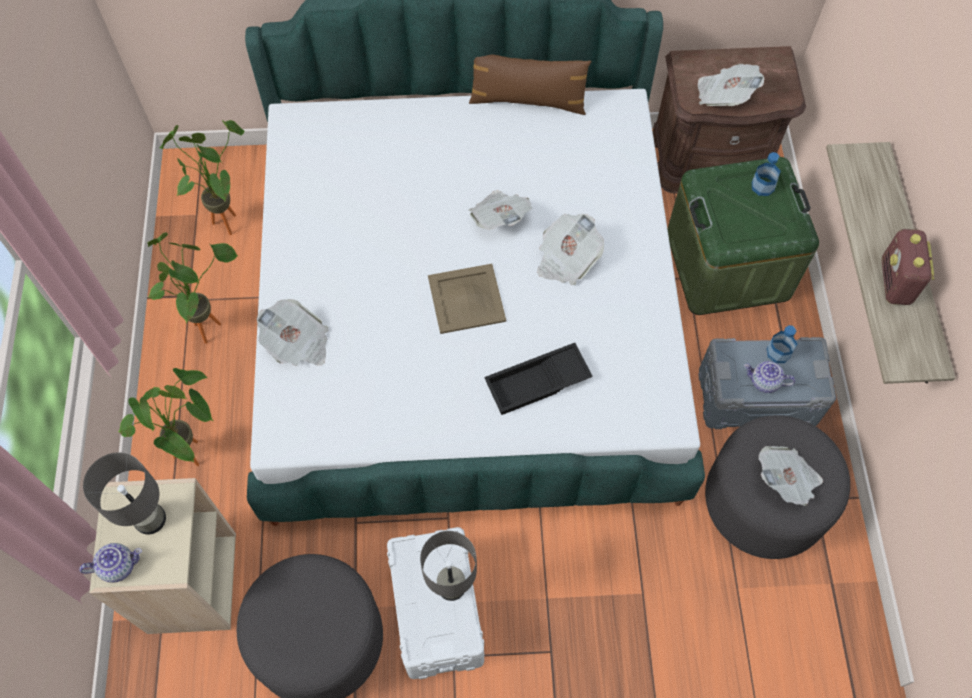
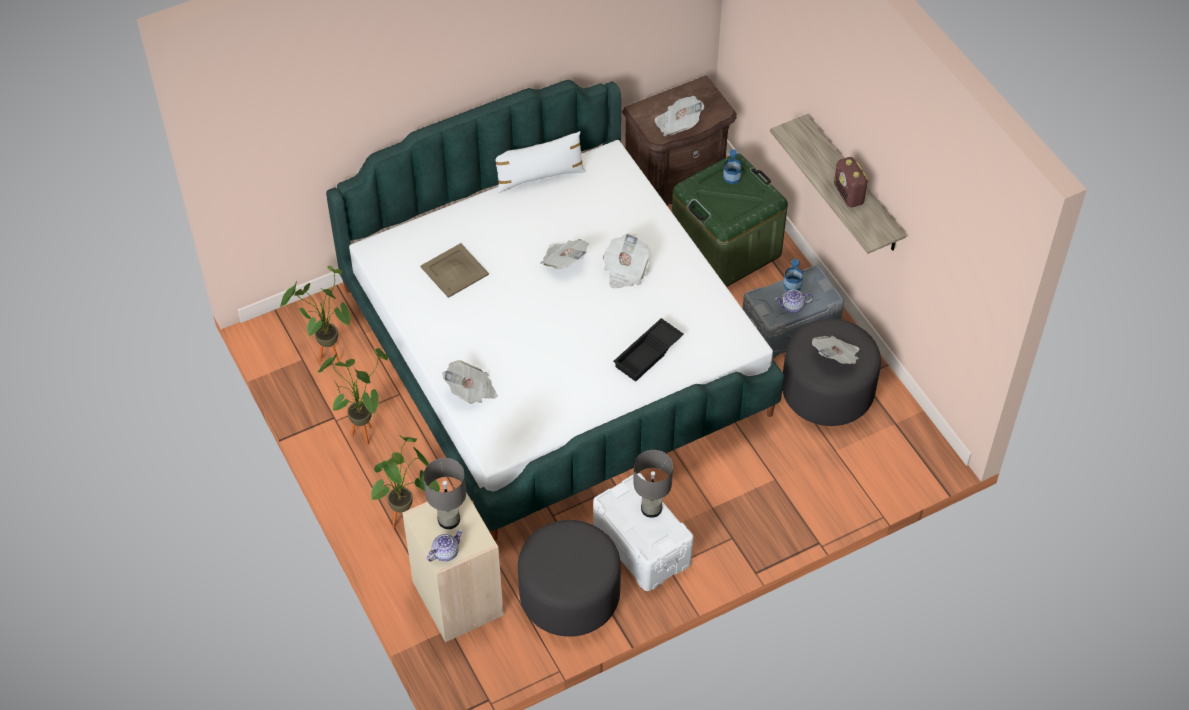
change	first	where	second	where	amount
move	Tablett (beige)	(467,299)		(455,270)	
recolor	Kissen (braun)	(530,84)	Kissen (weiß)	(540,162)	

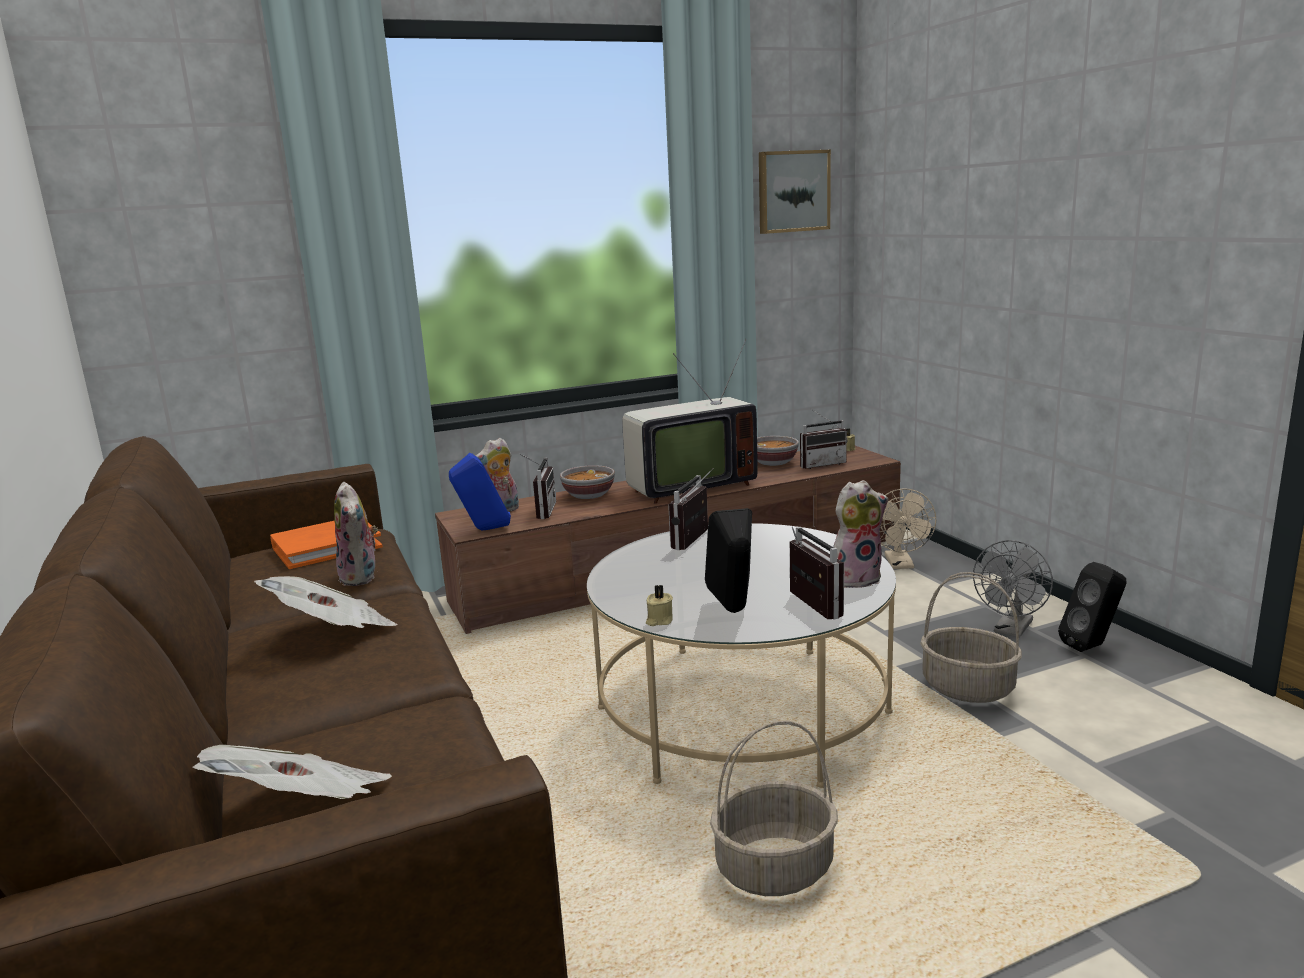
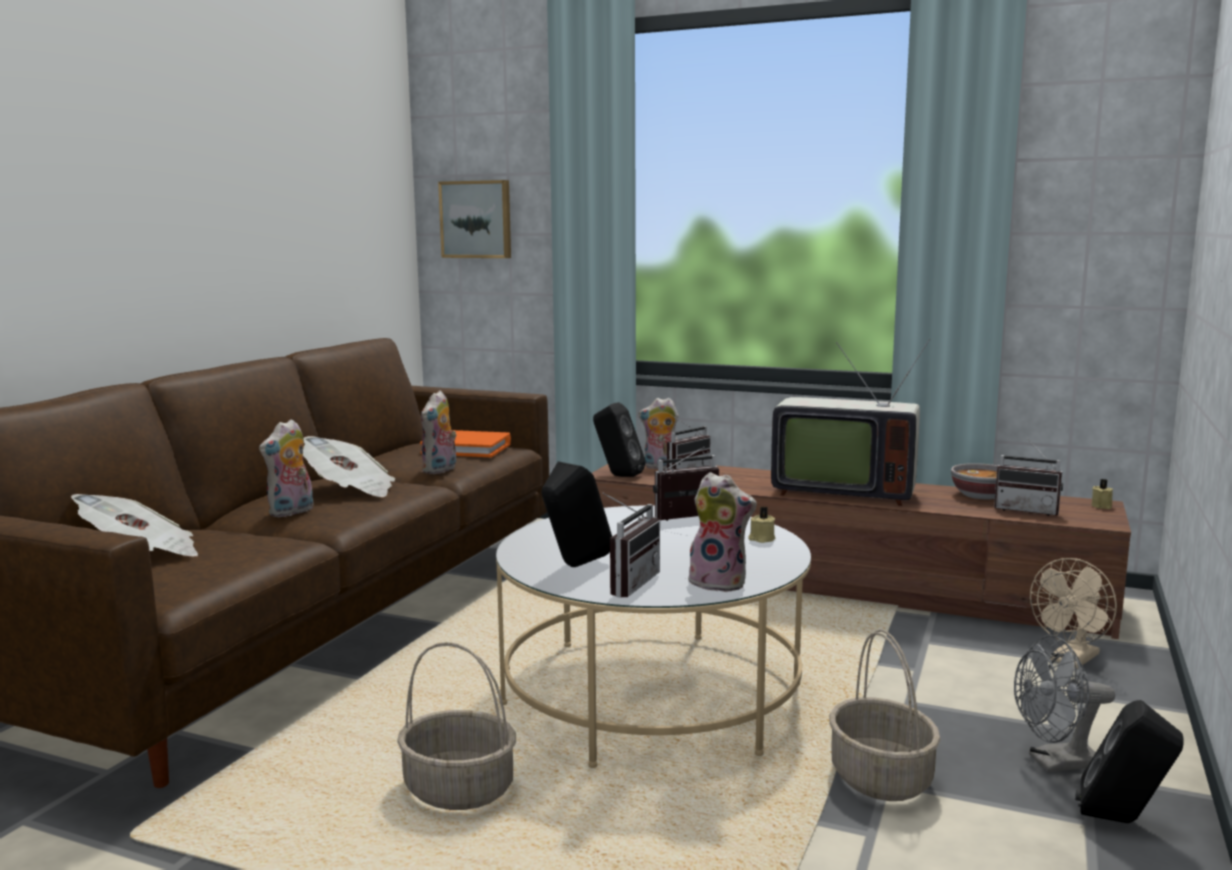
change	first	where	second	where	amount
delete	Schüssel	(587,482)			
insert			Plüschtier	(286,468)	
move	Kerze (beige)	(659,605)		(761,525)	
move	Bild	(795,192)		(474,219)	
recolor	Lautsprecher (blau)	(480,492)	Lautsprecher (schwarz)	(619,439)	

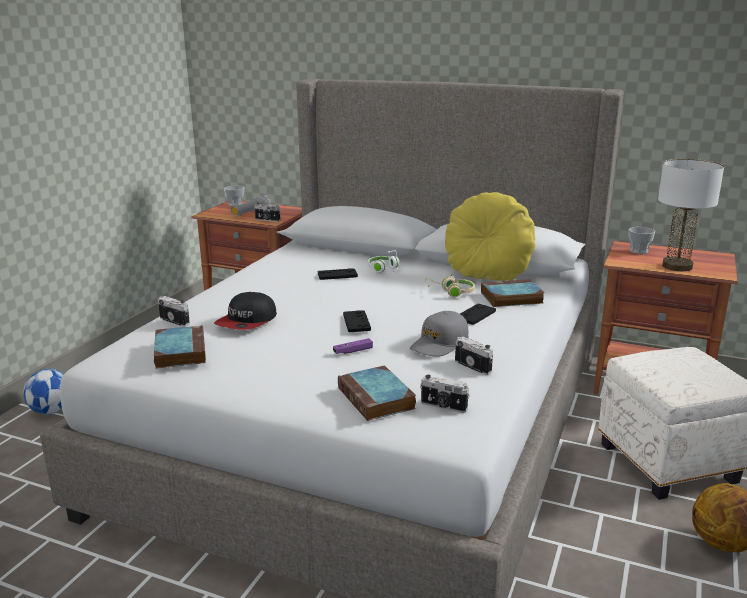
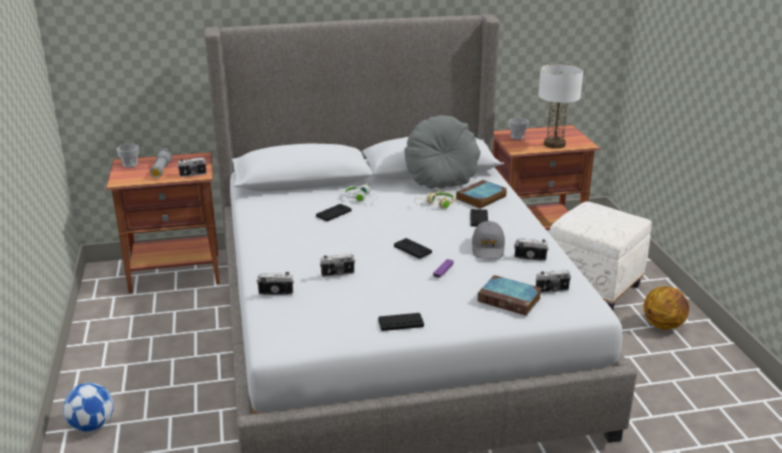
change	first	where	second	where	amount
delete	Buch	(180,347)			
insert			Gamepad (schwarz)	(401,322)	
replace	Kappe	(245,311)	Kamera	(337,265)	
recolor	Kissen (gelb)	(490,236)	Kissen (grau)	(442,152)	

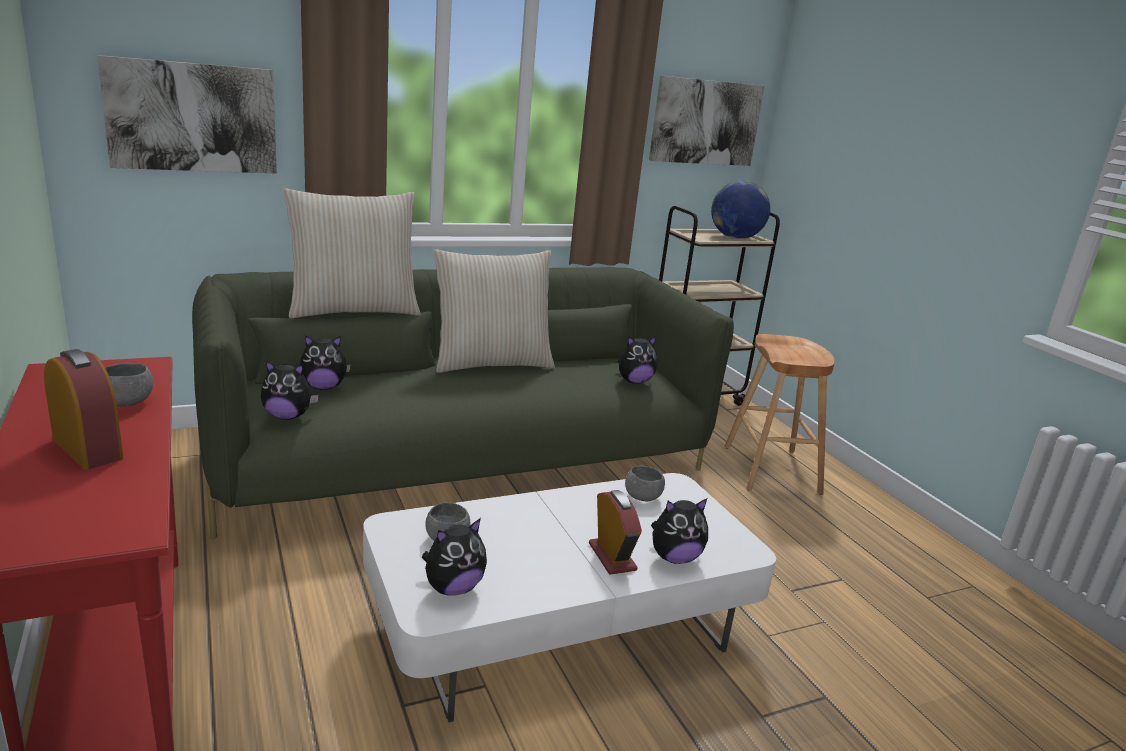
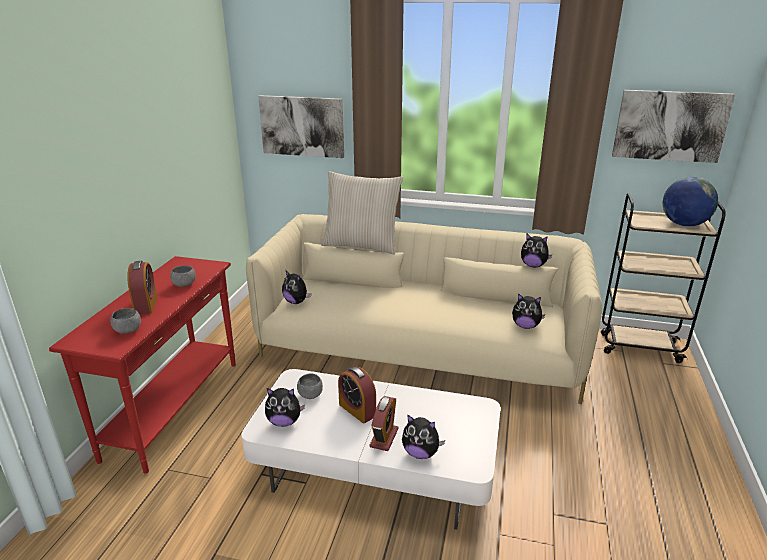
change	first	where	second	where	amount
delete	Kissen (beige)	(494,311)			
delete	Hocker (braun)	(780,414)			
insert			Wecker	(357,395)	
move	Plüschtier	(325,362)		(536,251)	
move	Schüssel (grau)	(645,483)		(125,321)	
recolor	Sofa (grün)	(463,403)	Sofa (beige)	(424,309)	

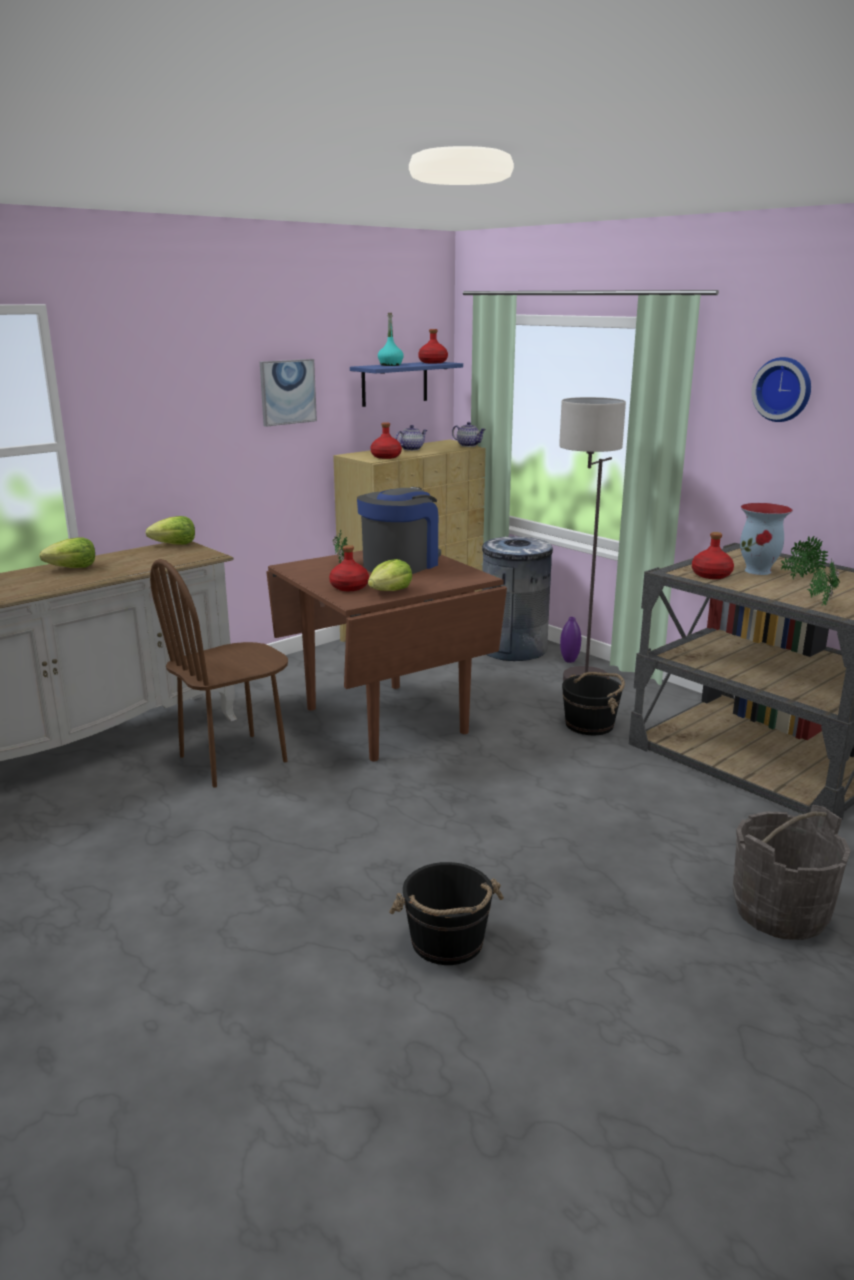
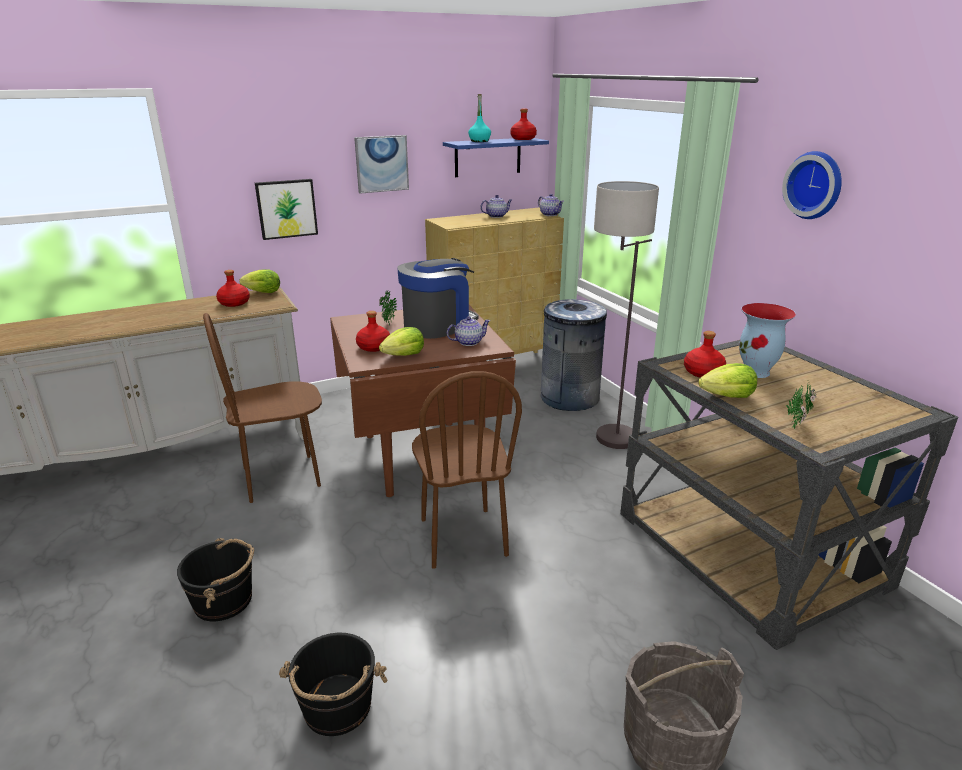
change	first	where	second	where	amount
delete	Vase (lila)	(570,640)			
delete	Topfpflanze	(804,558)			
insert			Bild	(286,209)	
insert			Stuhl (braun)	(467,470)	
insert			Teekanne	(469,331)	
move	Salatkopf	(67,552)		(727,380)	
move	Flasche (rot)	(386,440)		(233,288)	
move	Eimer (schwarz)	(593,703)		(215,579)	

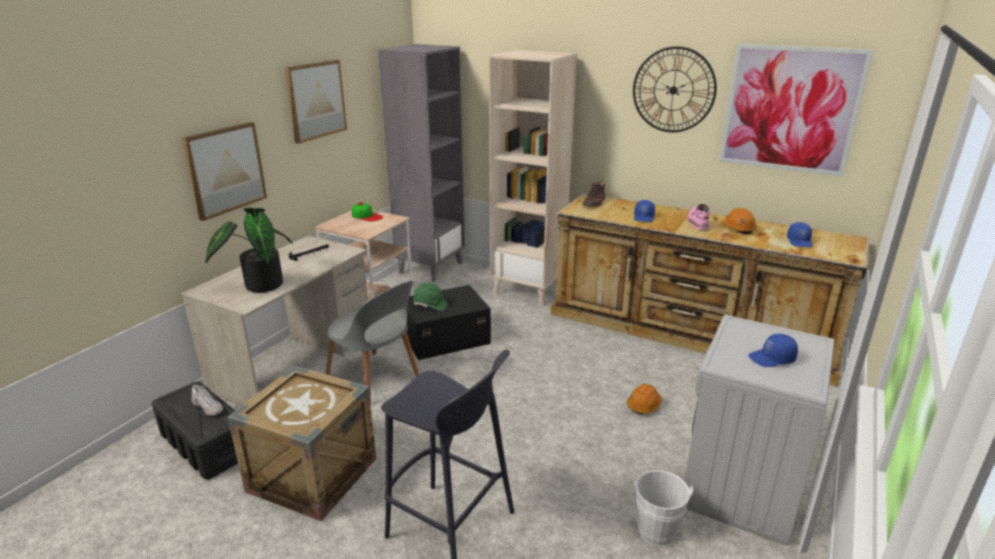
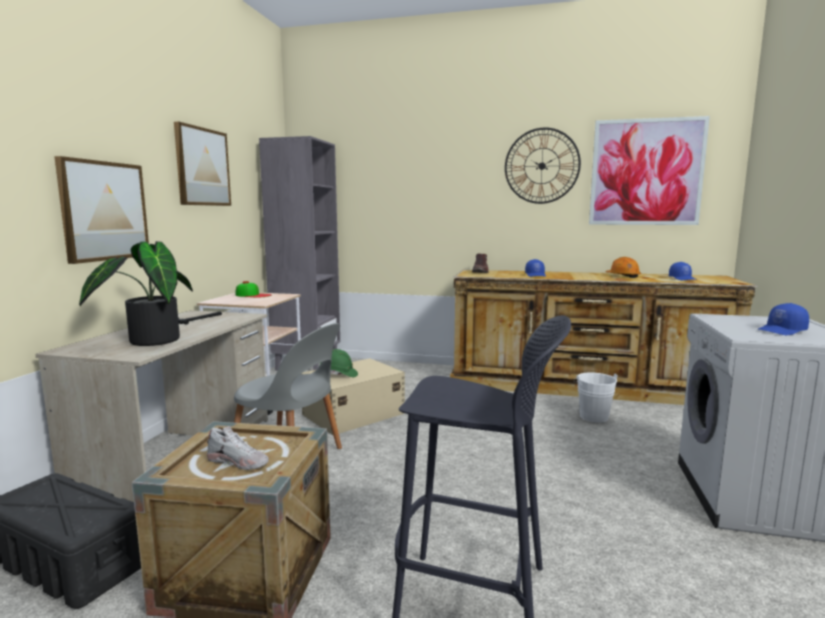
change	first	where	second	where	amount
delete	Bücherregal (beige)	(533,177)			
delete	Schutzhelm (orange)	(644,399)			
delete	Stiefel (rosa)	(698,217)			
move	Schuh (weiß)	(207,400)		(238,448)	
move	Eimer (weiß)	(663,508)		(595,398)	
recolor	Aufbewahrungsbox (schwarz)	(449,322)	Aufbewahrungsbox (beige)	(353,396)	

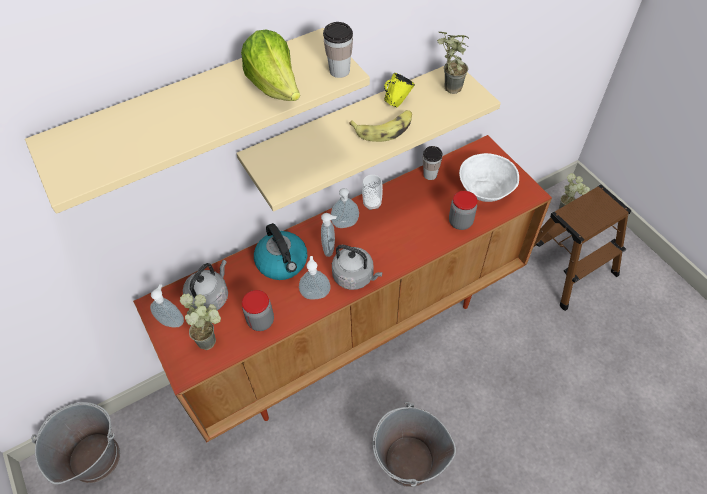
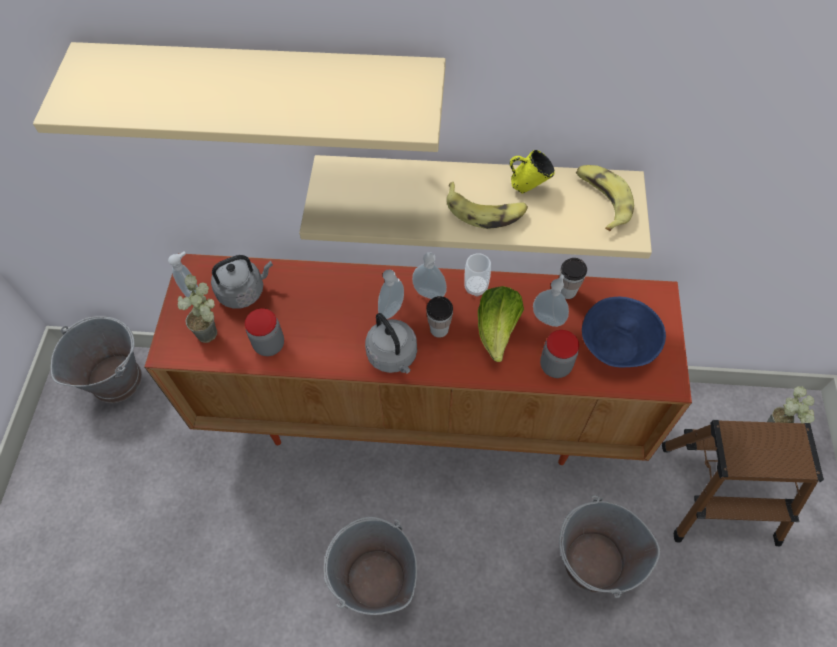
change	first	where	second	where	amount
delete	Wasserkessel	(280,251)			
insert			Eimer (grau)	(609,546)	
move	Salatkopf	(270,65)		(501,324)	
move	Seifenspender	(315,277)		(551,301)	
move	Tasse	(338,50)		(439,317)	
replace	Topfpflanze	(453,63)	Banane	(605,198)	
recolor	Schüssel (weiß)	(489,177)	Schüssel (blau)	(624,332)	

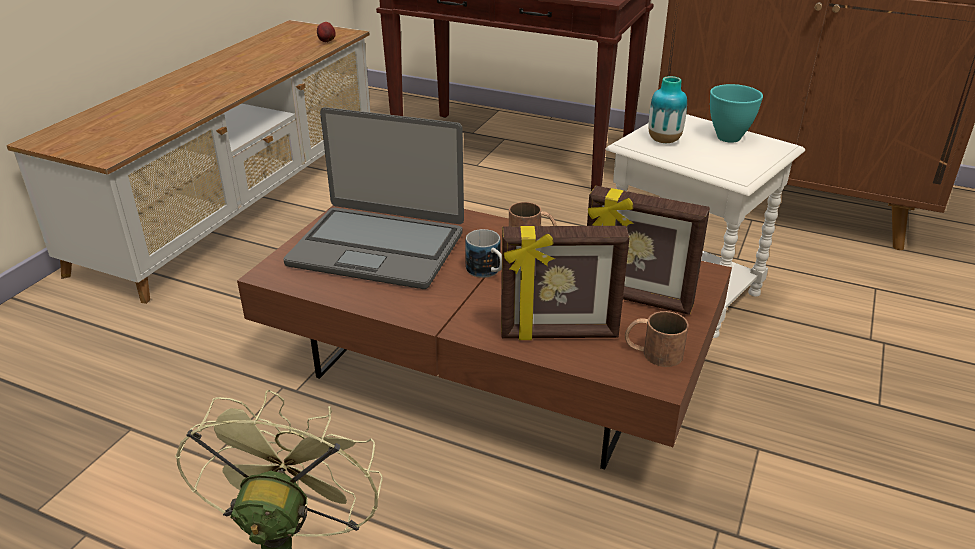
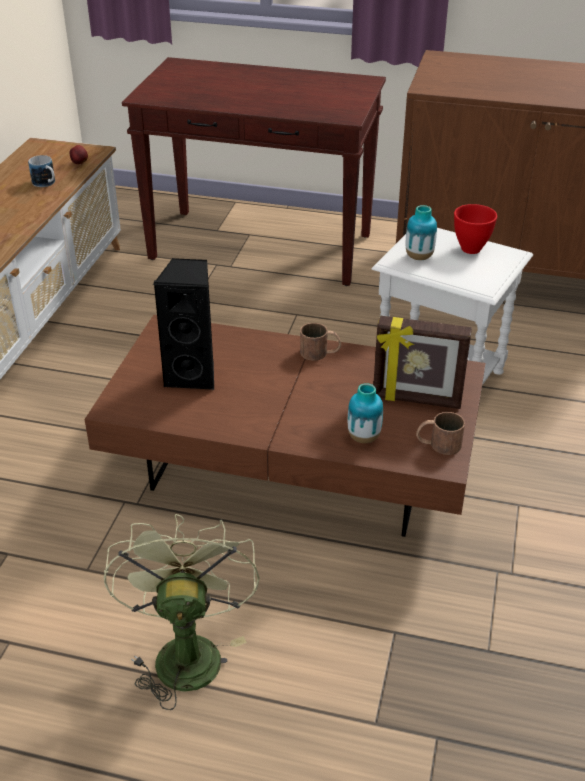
change	first	where	second	where	amount
move	Henkelbecher	(483,253)		(41,171)	
replace	Laptop	(373,198)	Lautsprecher (schwarz)	(183,324)	
replace	Bilderrahmen	(565,283)	Vase	(365,413)	
recolor	Schüssel (türkis)	(736,113)	Schüssel (rot)	(475,229)	

